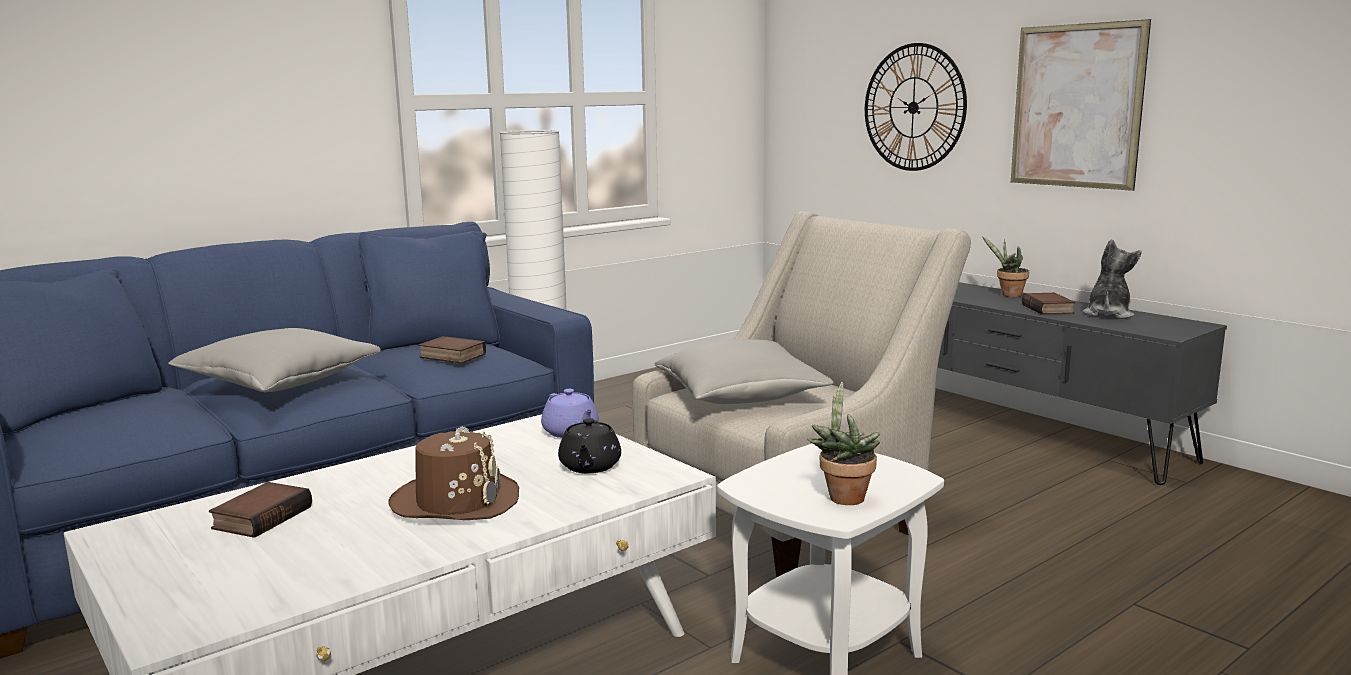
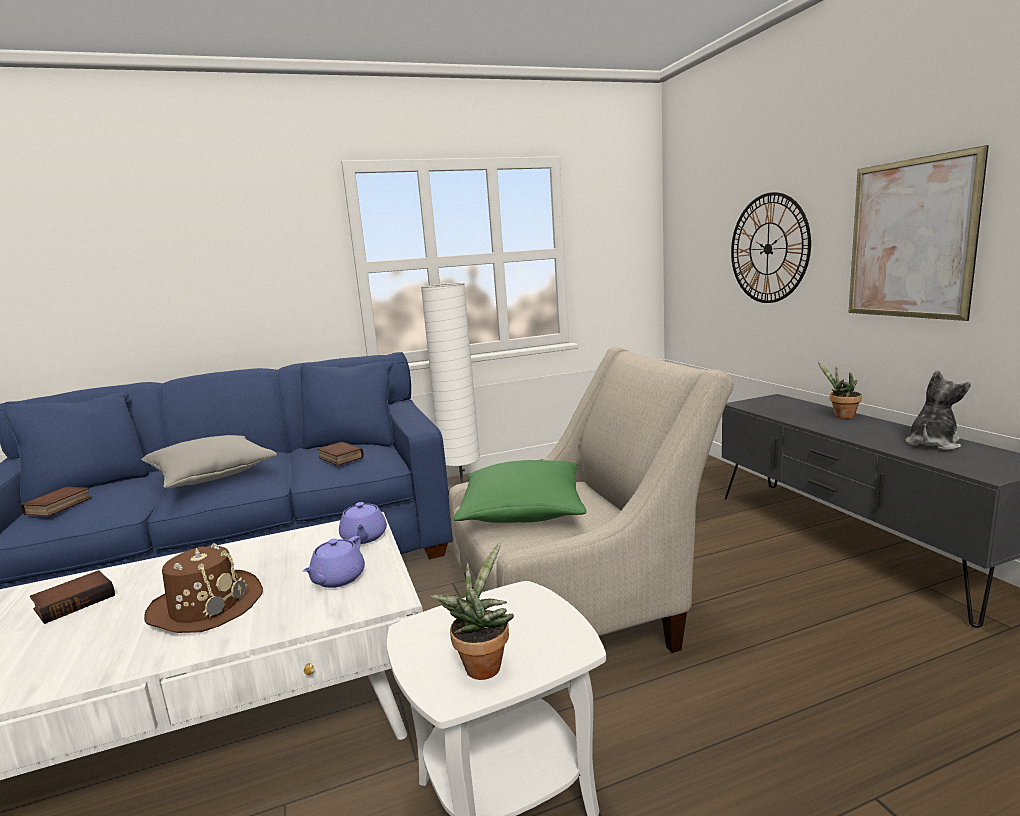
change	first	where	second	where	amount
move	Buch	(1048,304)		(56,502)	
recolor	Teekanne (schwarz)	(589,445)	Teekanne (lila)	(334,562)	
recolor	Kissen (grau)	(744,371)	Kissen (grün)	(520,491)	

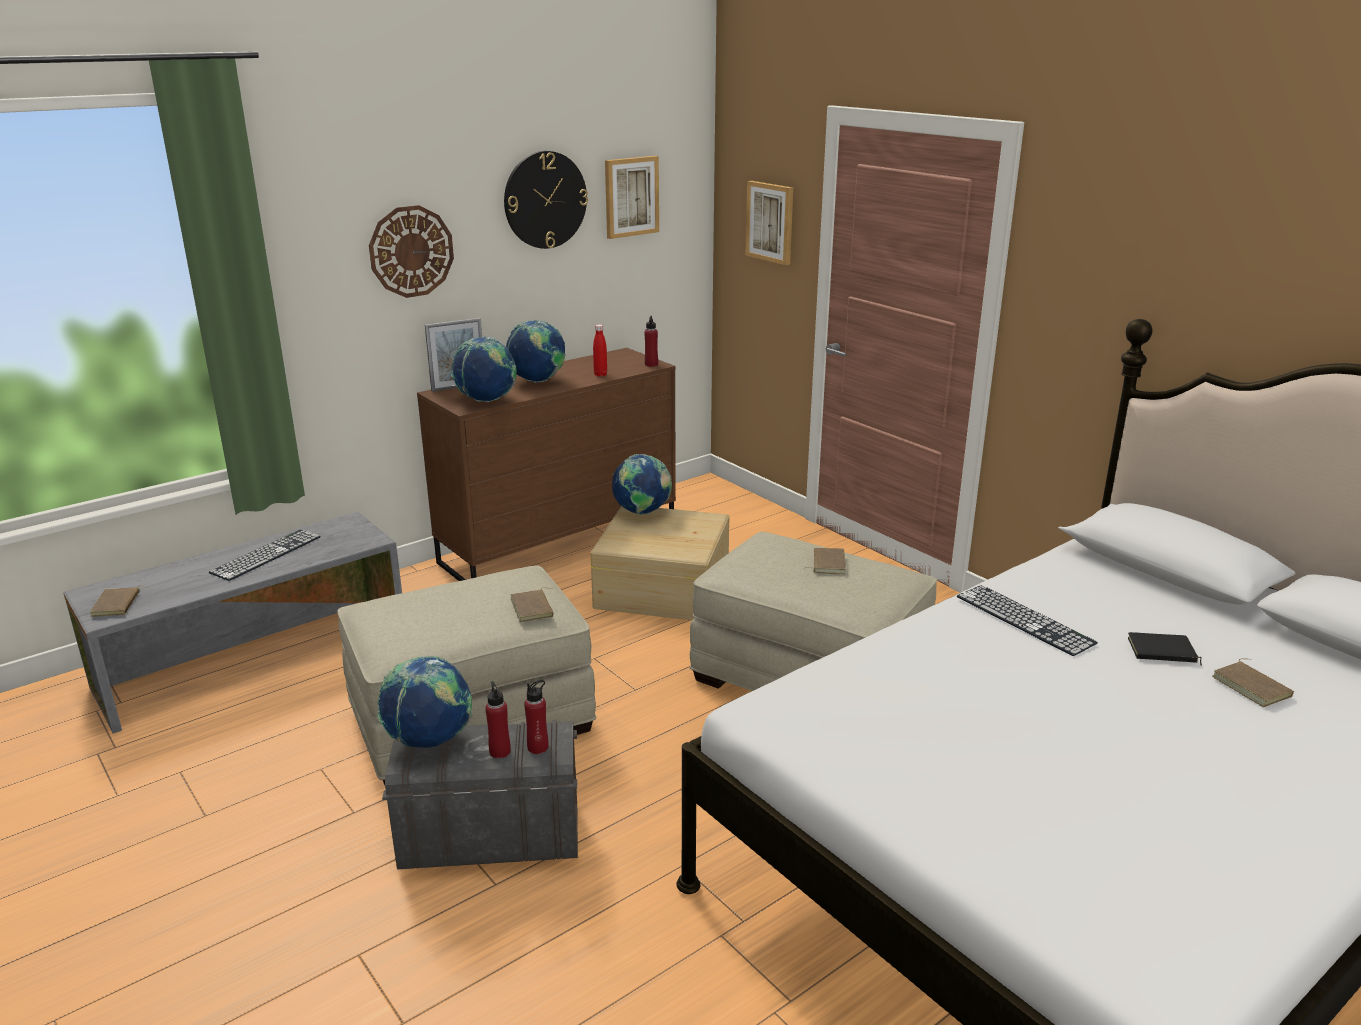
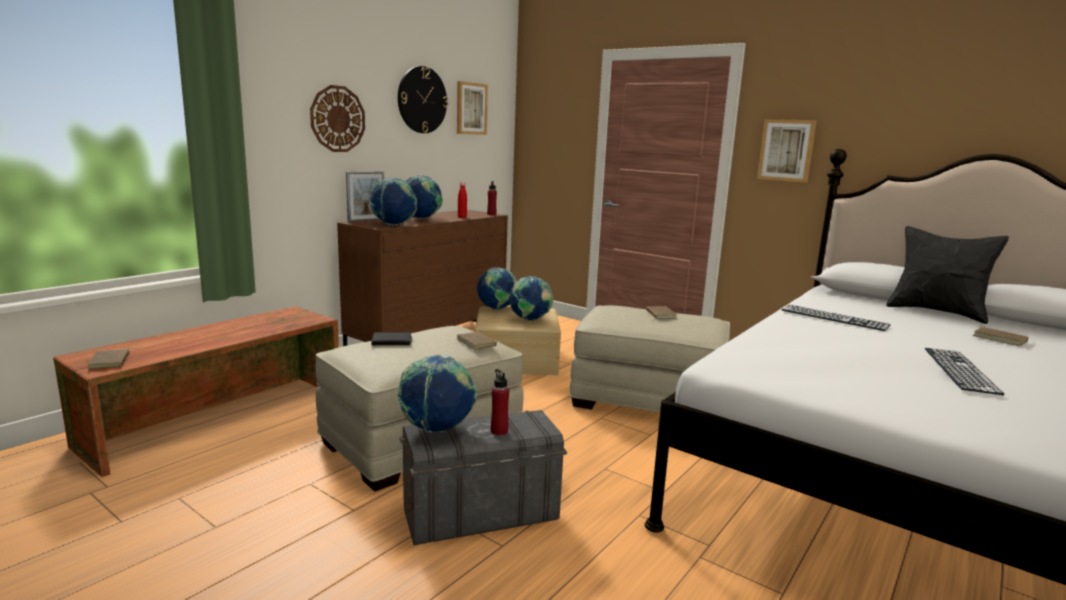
change	first	where	second	where	amount
delete	Flasche (rot)	(536,717)			
insert			Globus	(531,298)	
insert			Kissen (schwarz)	(947,275)	
move	Tastatur	(265,555)		(964,371)	
move	Bild	(769,223)		(787,151)	
move	Buch (schwarz)	(1165,649)		(391,338)	
recolor	Bank (grau)	(232,623)	Bank (braun)	(196,391)	

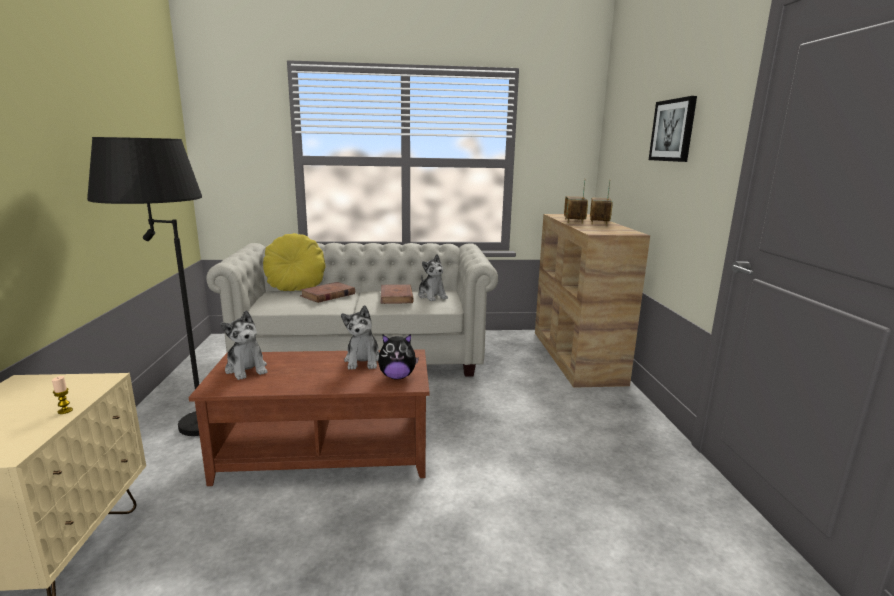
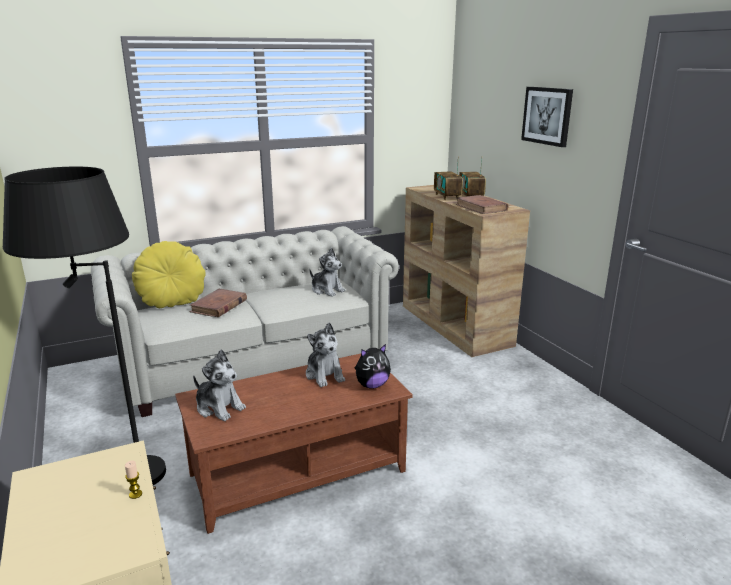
change	first	where	second	where	amount
move	Buch (braun)	(397,294)		(482,204)	

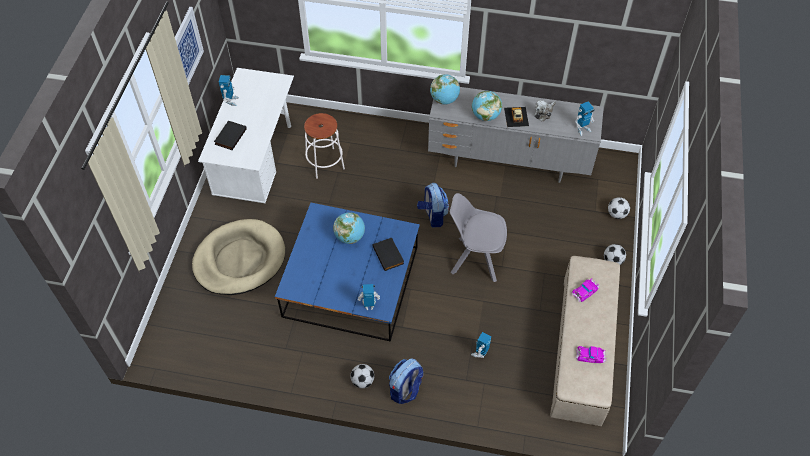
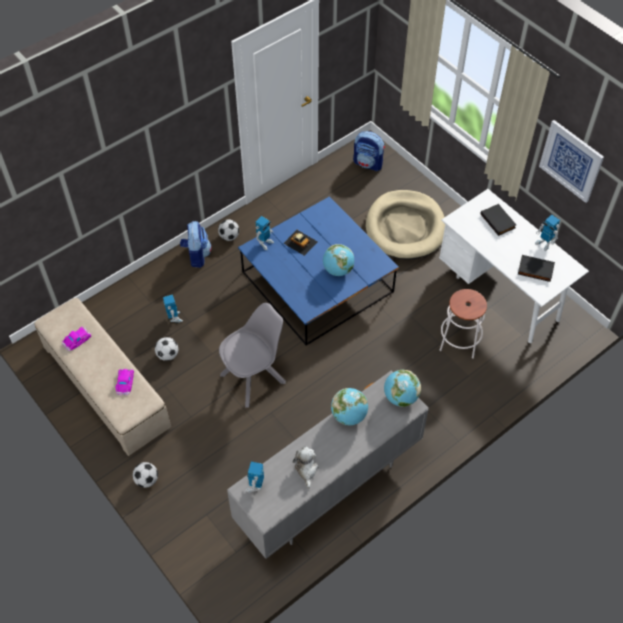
change	first	where	second	where	amount
move	Buch (schwarz)	(388,254)		(536,268)	
move	Rucksack	(433,205)		(369,151)	
move	Spielzeugauto	(516,117)		(301,243)	
move	Fußball	(619,208)		(167,349)	

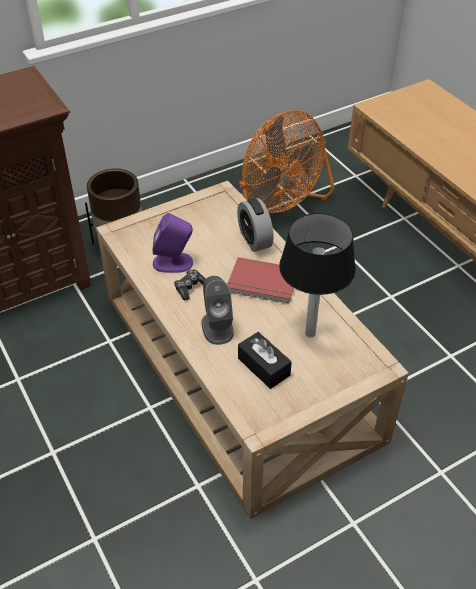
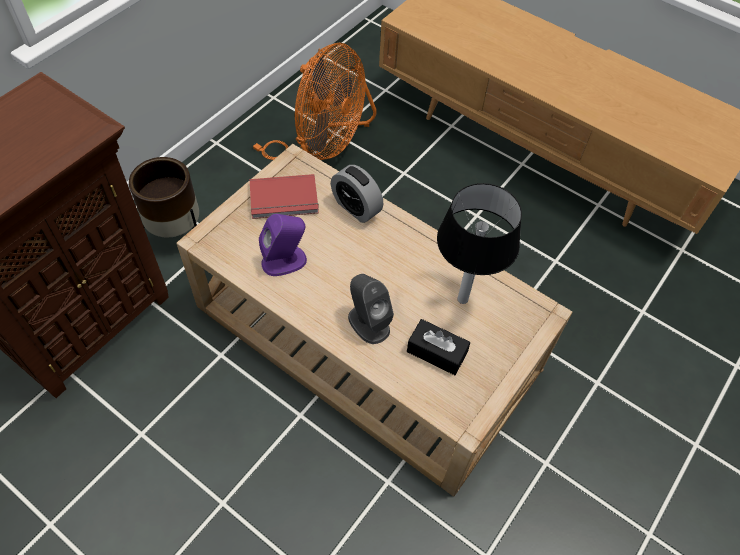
change	first	where	second	where	amount
delete	Gamepad	(190,285)			
move	Buch (rot)	(260,280)		(284,196)	

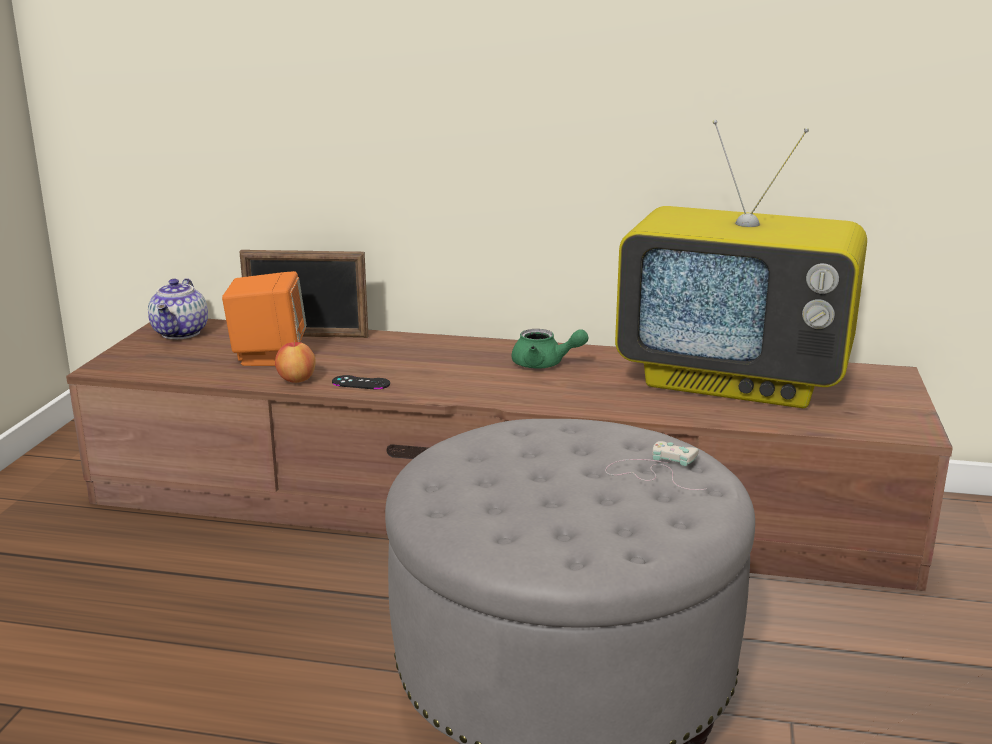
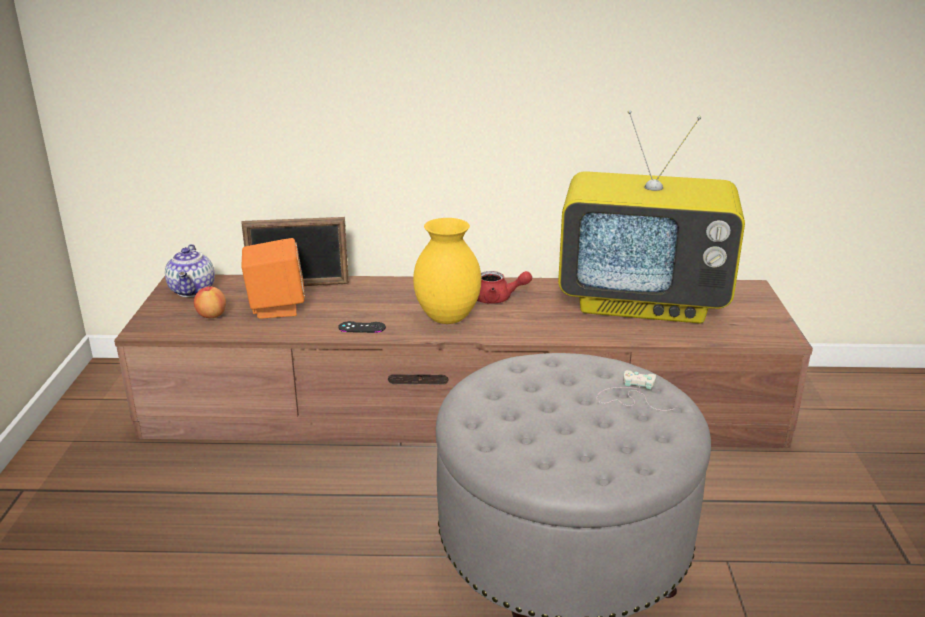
change	first	where	second	where	amount
insert			Vase (gelb)	(447,271)	
move	Apfel	(295,361)		(210,302)	
recolor	Teekanne (grün)	(550,349)	Teekanne (rot)	(504,287)	

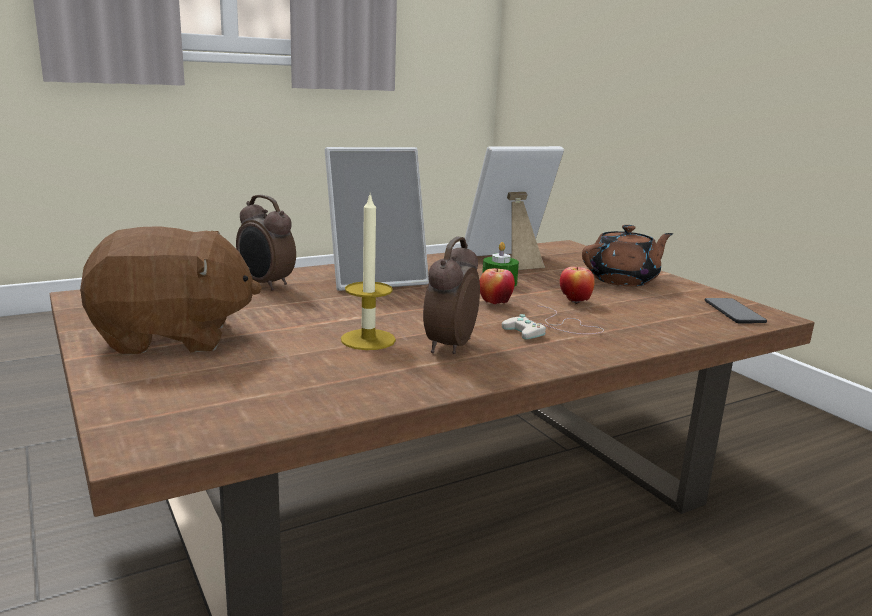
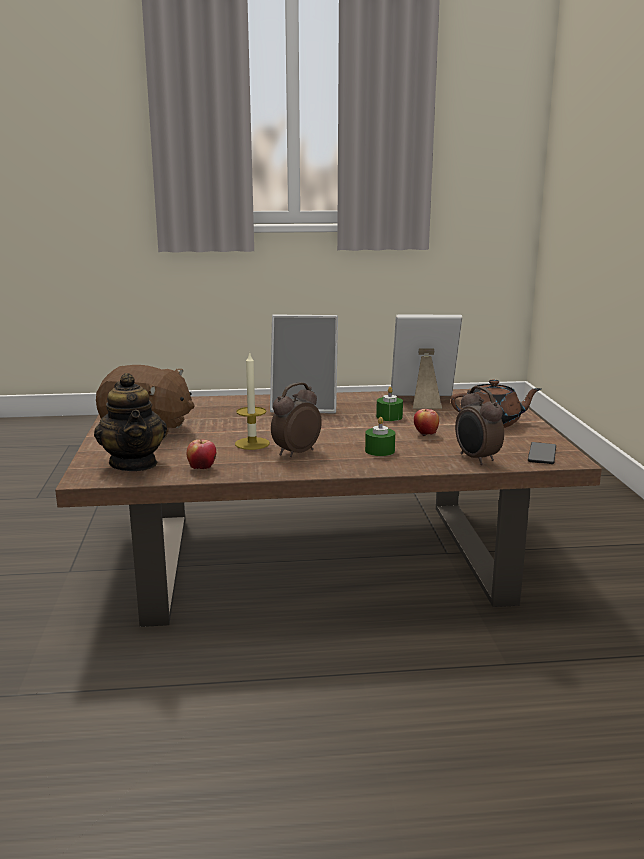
change	first	where	second	where	amount
insert			Teekanne	(130,422)	
move	Wecker	(266,243)		(479,425)	
move	Apfel	(497,286)		(201,454)	
replace	Gamepad (weiß)	(553,322)	Kerze (grün)	(380,436)	

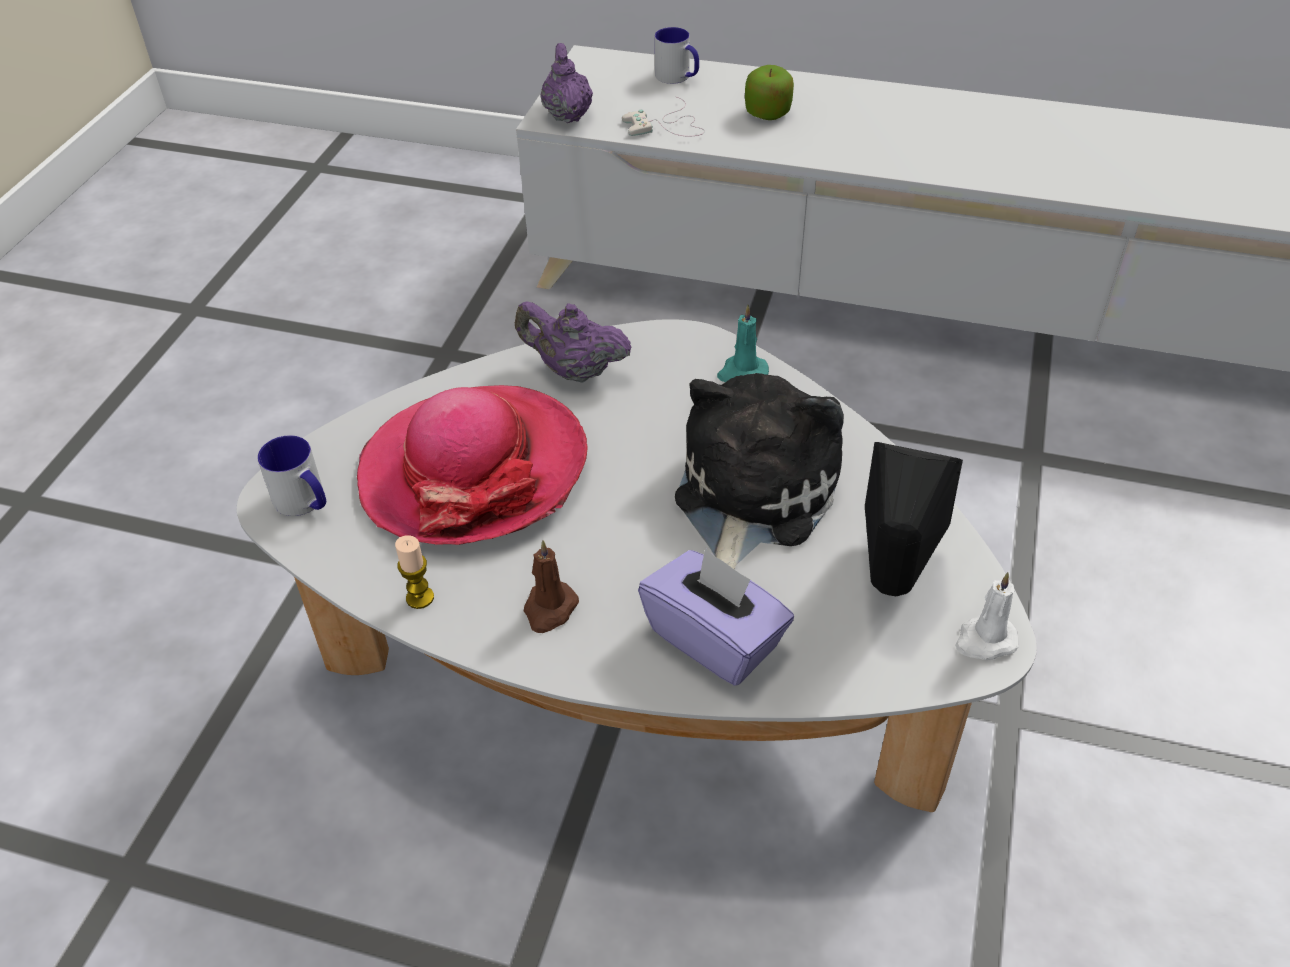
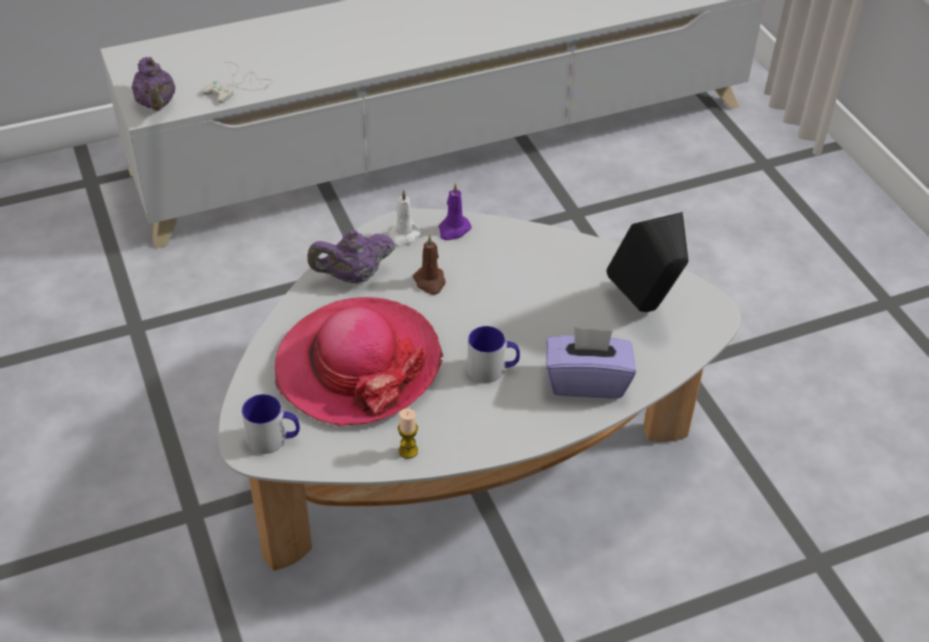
change	first	where	second	where	amount
delete	Plüschtier	(759,471)			
delete	Apfel	(769,92)			
move	Kerze (braun)	(551,586)		(429,265)	
move	Henkelbecher	(676,55)		(493,354)	
move	Kerze (weiß)	(986,616)		(405,218)	
recolor	Kerze (türkis)	(743,343)	Kerze (lila)	(455,211)	
rotate	Teekanne (lila)	(567,83)		(153,84)	150 degrees counterclockwise

